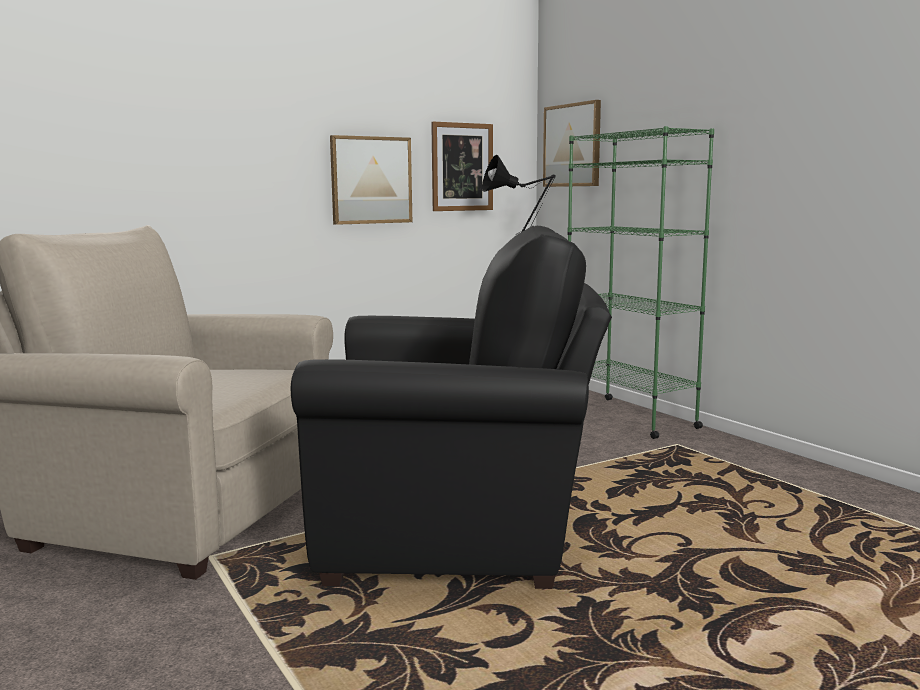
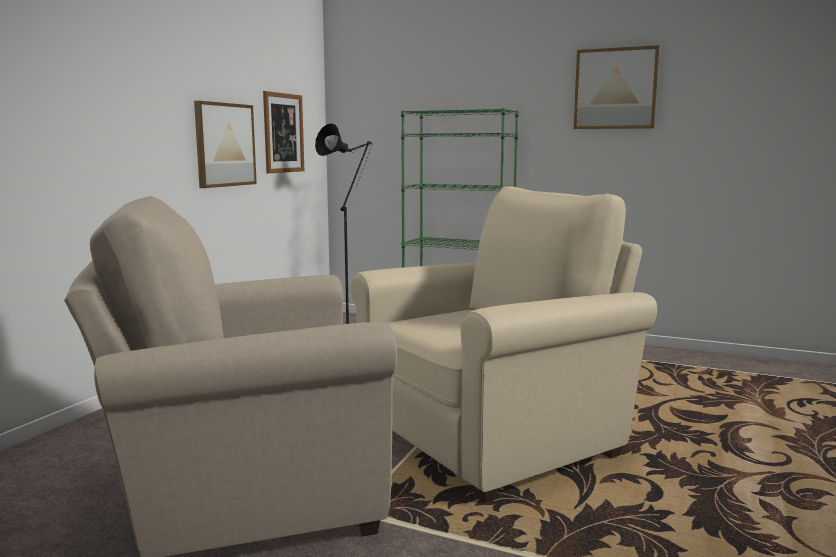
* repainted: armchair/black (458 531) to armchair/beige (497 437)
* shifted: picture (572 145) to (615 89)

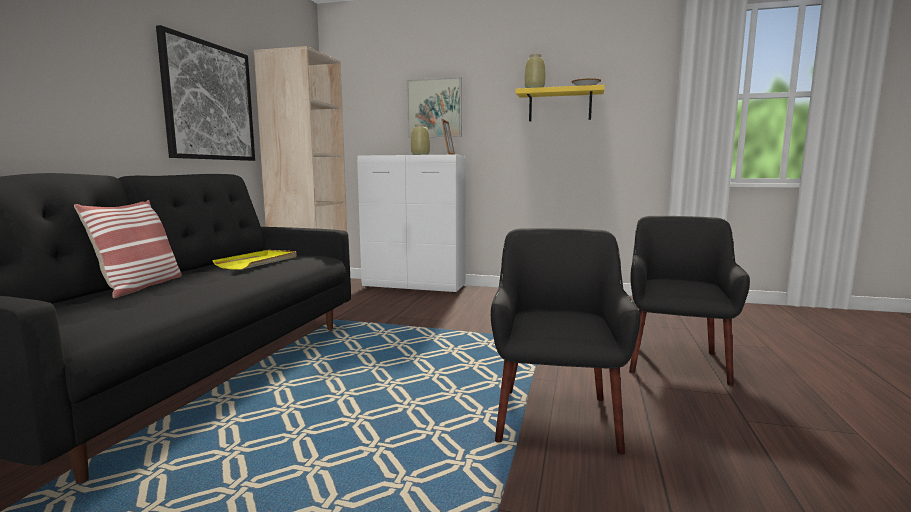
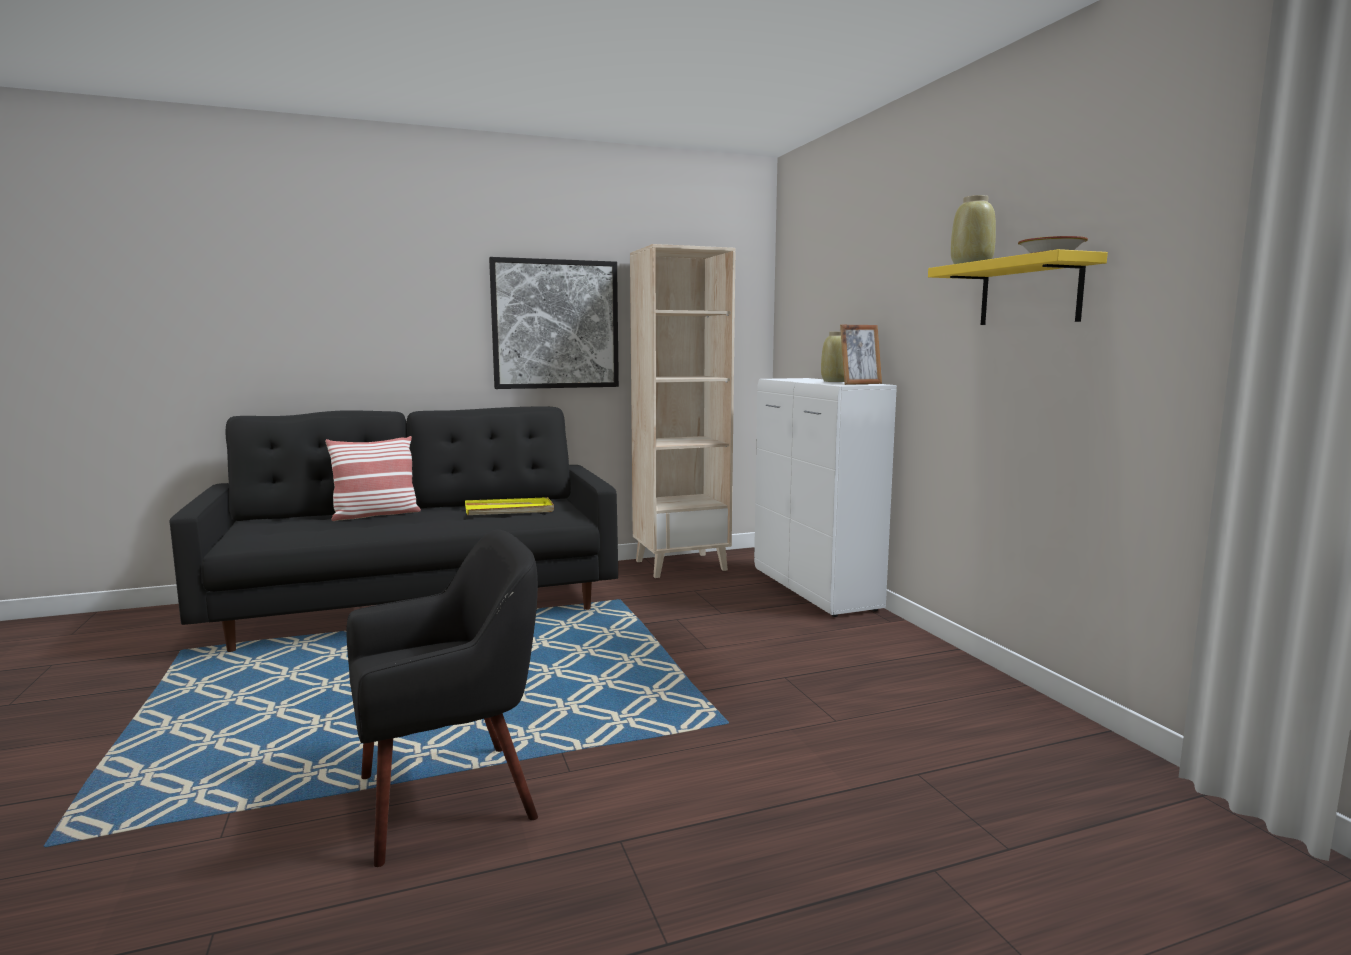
* gone: picture (434 108)
* gone: armchair/black (675 362)

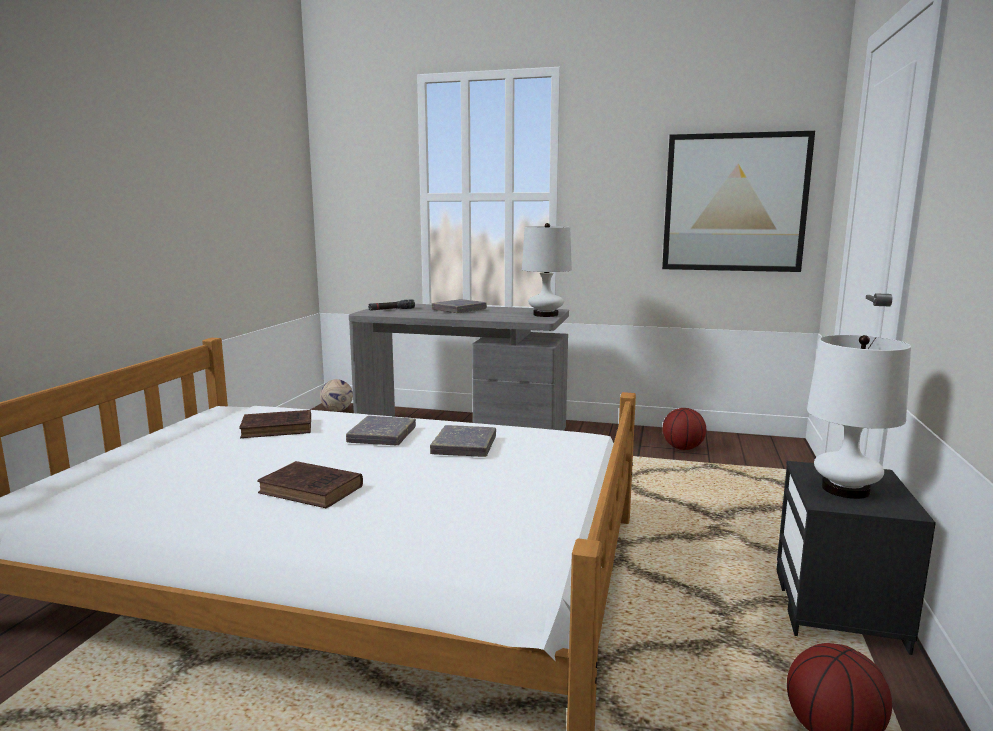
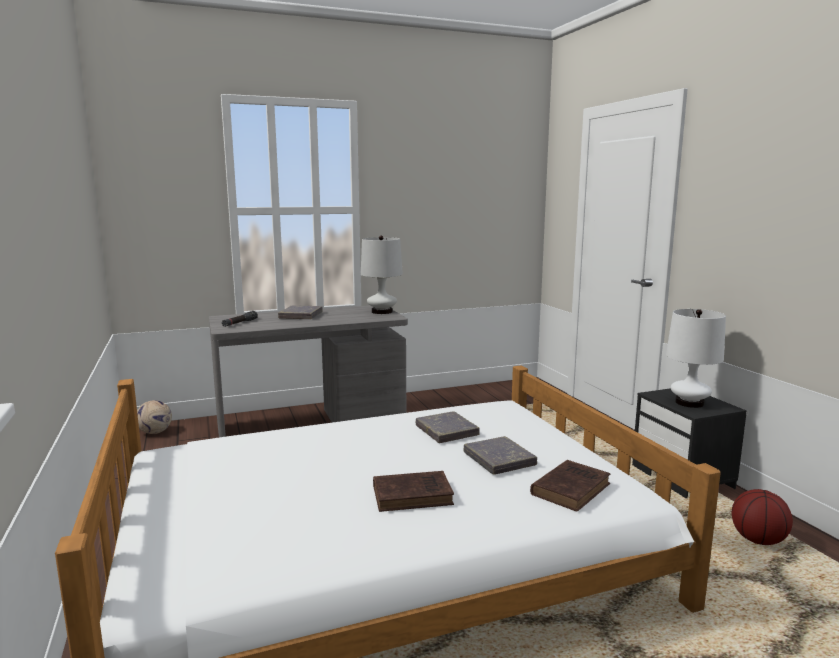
* shifted: book/brown (279 428) to (571 488)
* shifted: book/grey (382 435) to (499 459)
* gone: picture (734 203)
* gone: basketball (683 448)

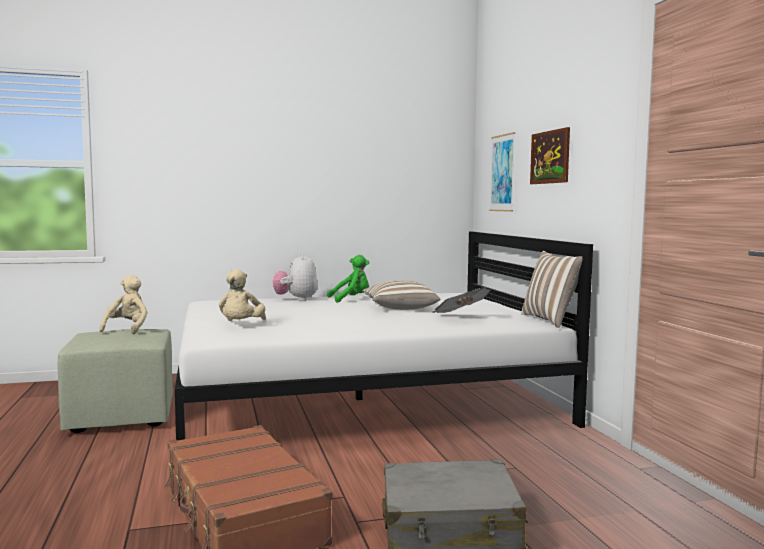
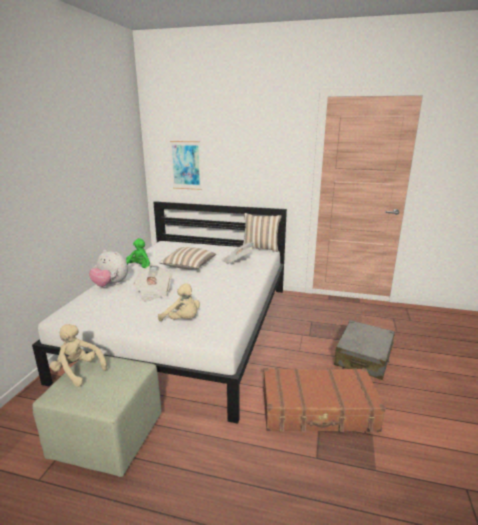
* gone: picture (550 157)
* new: newspaper (153 292)

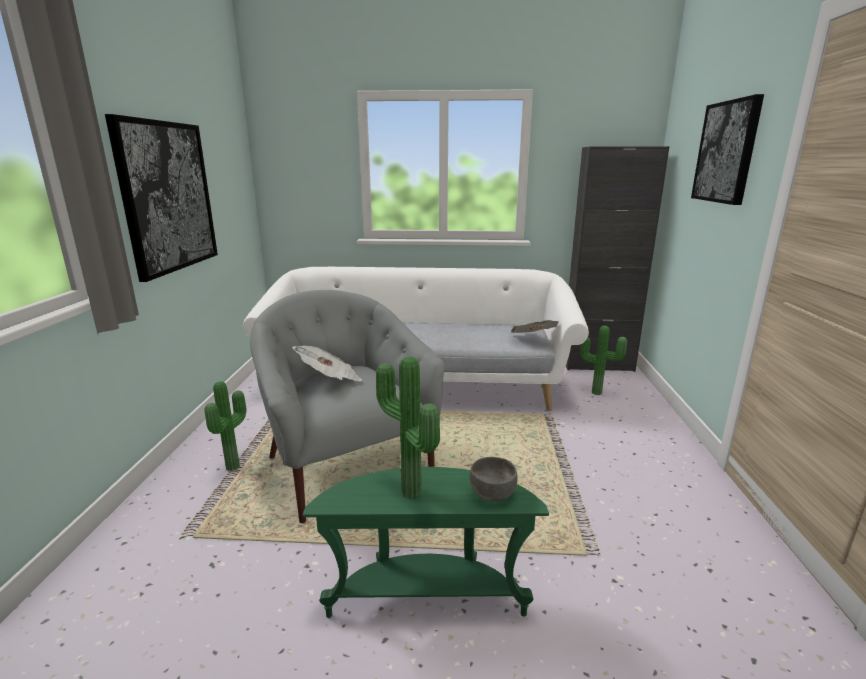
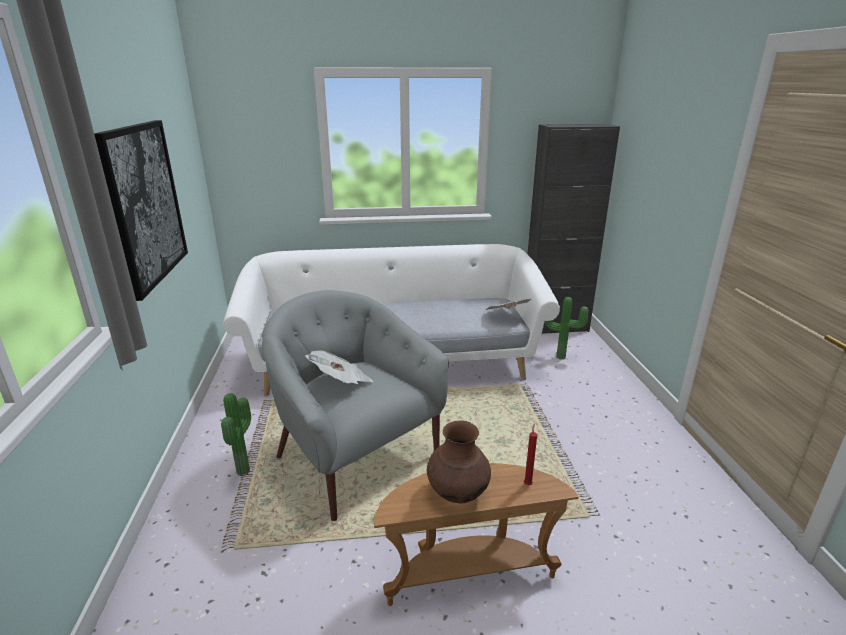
* repainted: side table/green (426 595) to side table/brown (468 572)
* swapped: potted plant (408 493) to vase/brown (457 493)
* swapped: bowl/grey (493 493) to candle/red (528 484)
* gone: picture (726 152)

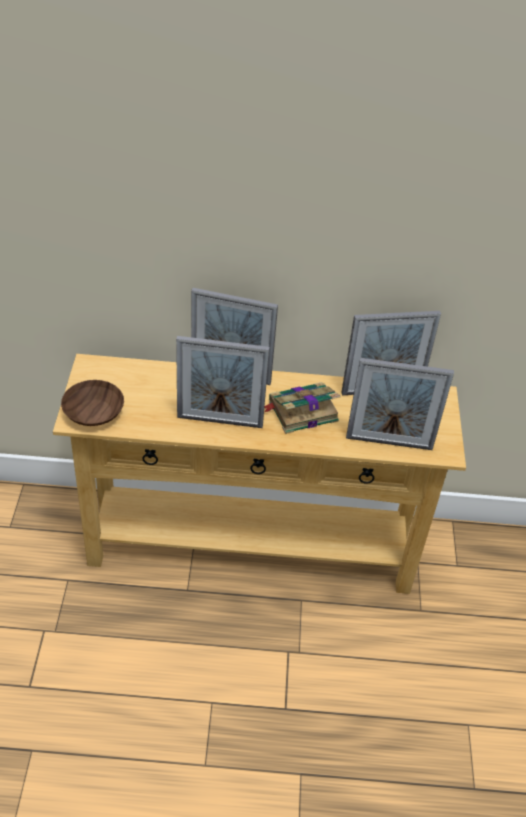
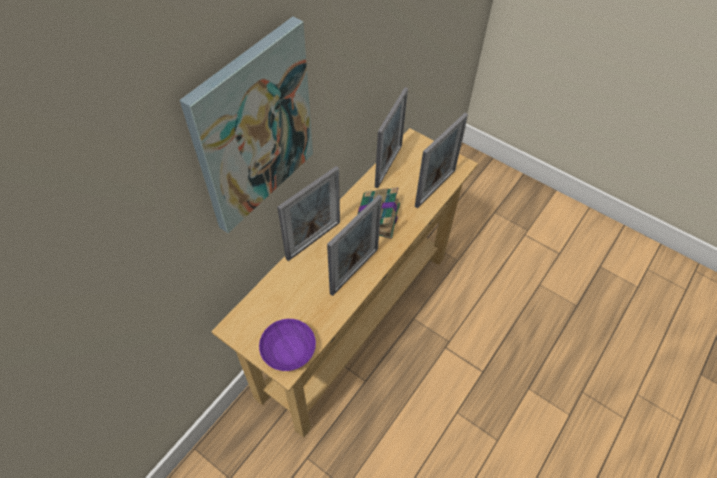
* repainted: bowl/brown (93 413) to bowl/purple (289 351)
* new: picture (253 129)

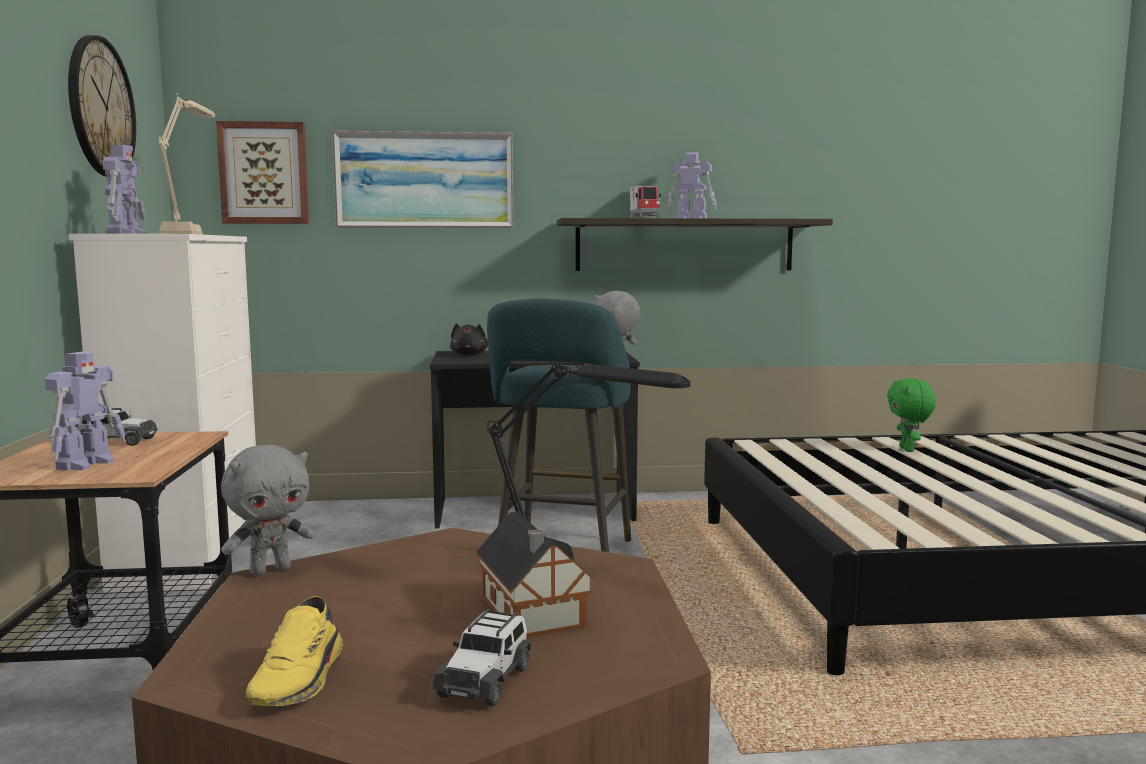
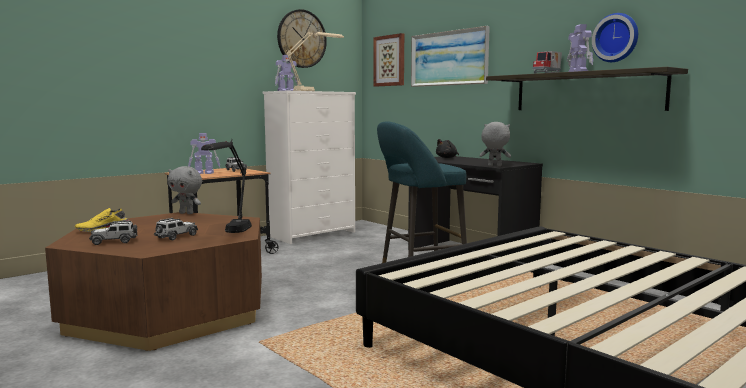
* swapped: toy house (532 613) to toy car (176 237)
* gone: plush toy/green (908 450)
* new: wall clock (616 38)

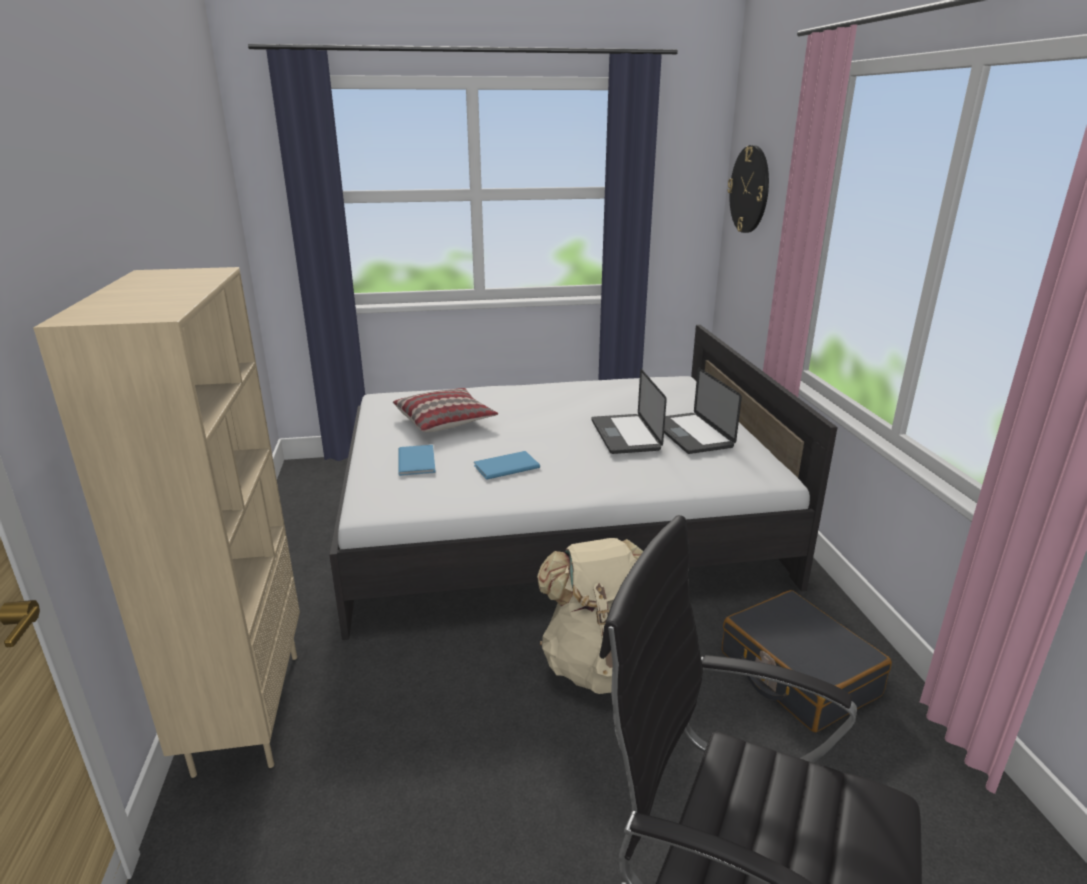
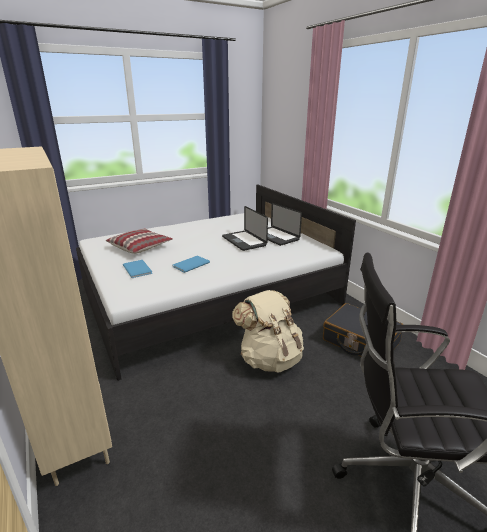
* gone: wall clock (749 189)

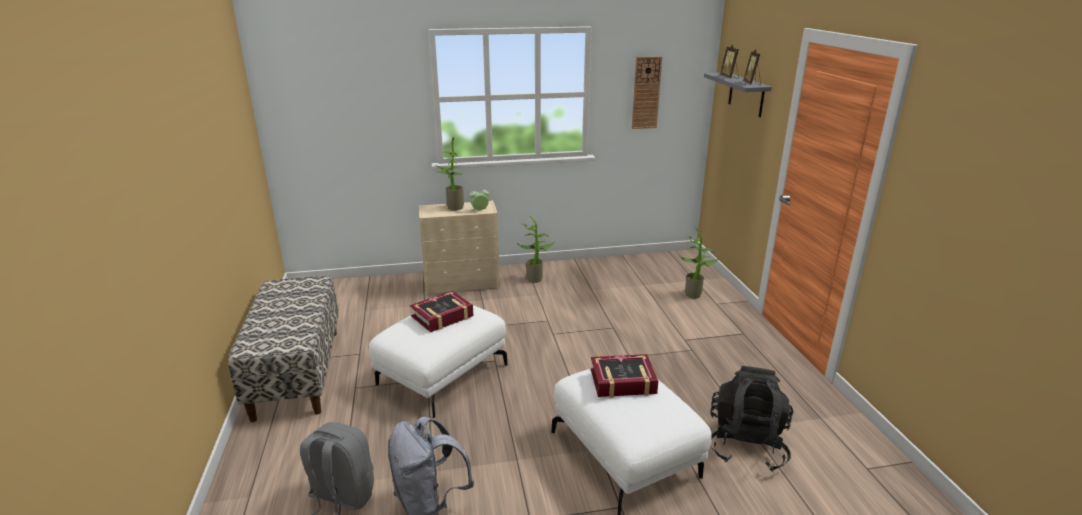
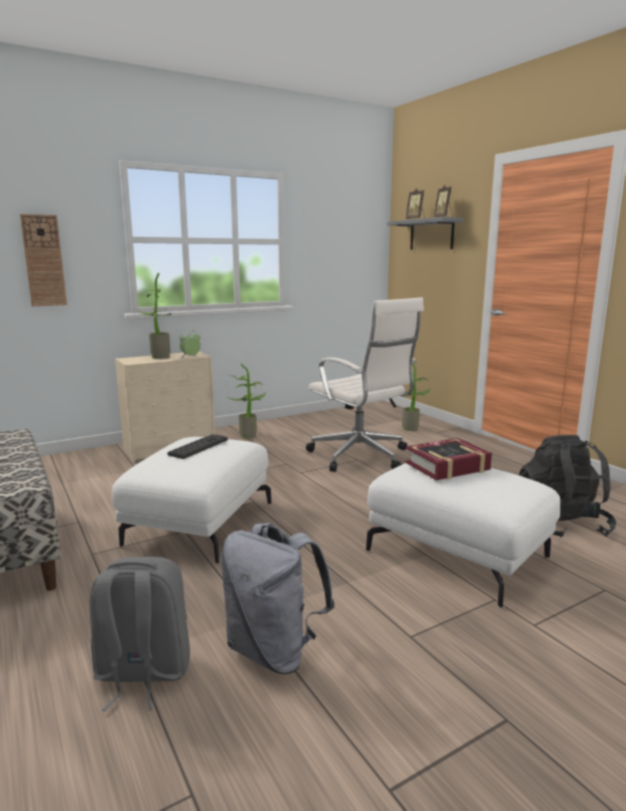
* swapped: book (442 316) to keyboard (198 447)
* shifted: wall clock (646 93) to (44 261)
* new: office chair/white (361 457)

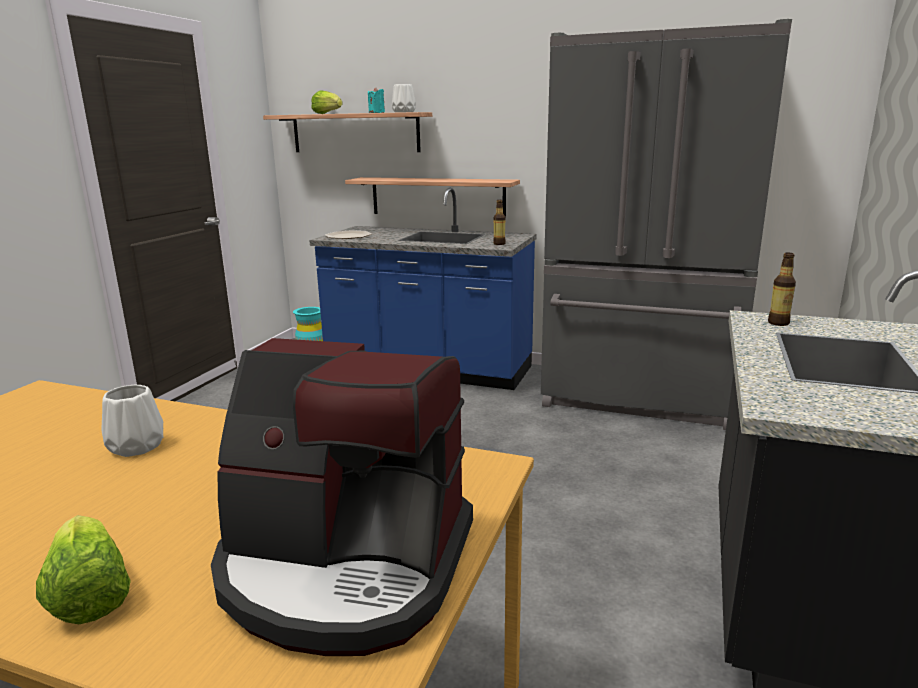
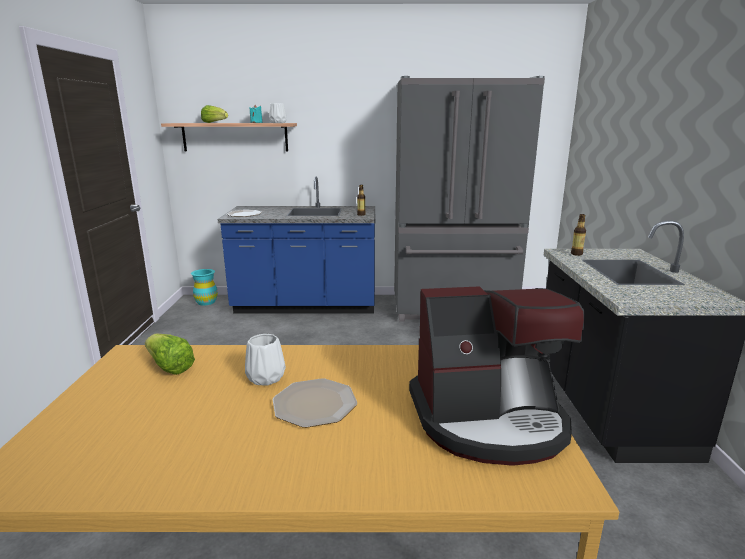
* shifted: lettuce (89 595) to (169 367)
* gone: shelf (437 197)
* new: plate (313 404)

